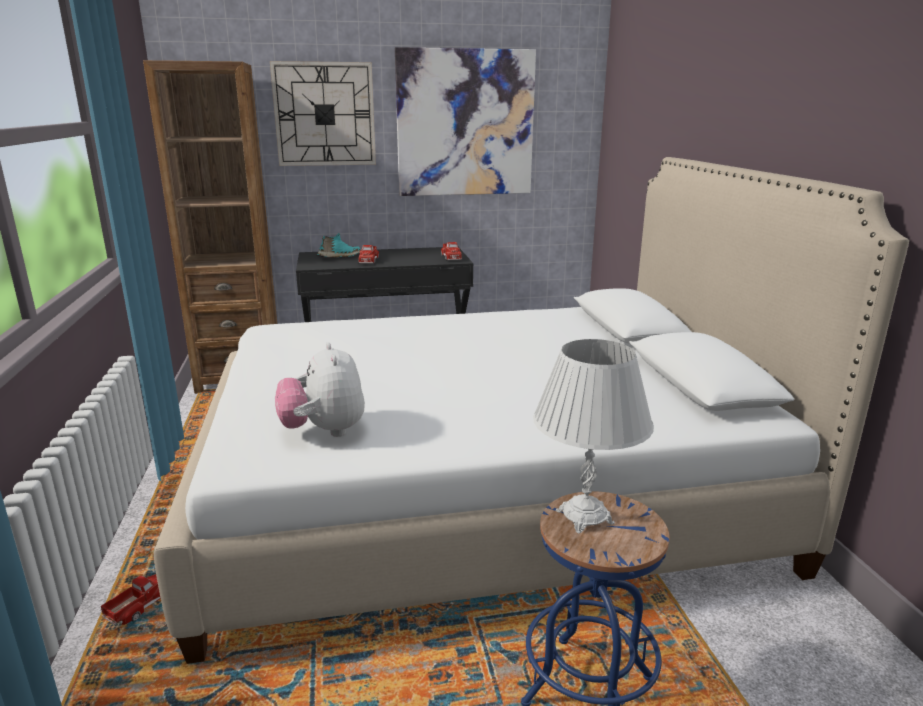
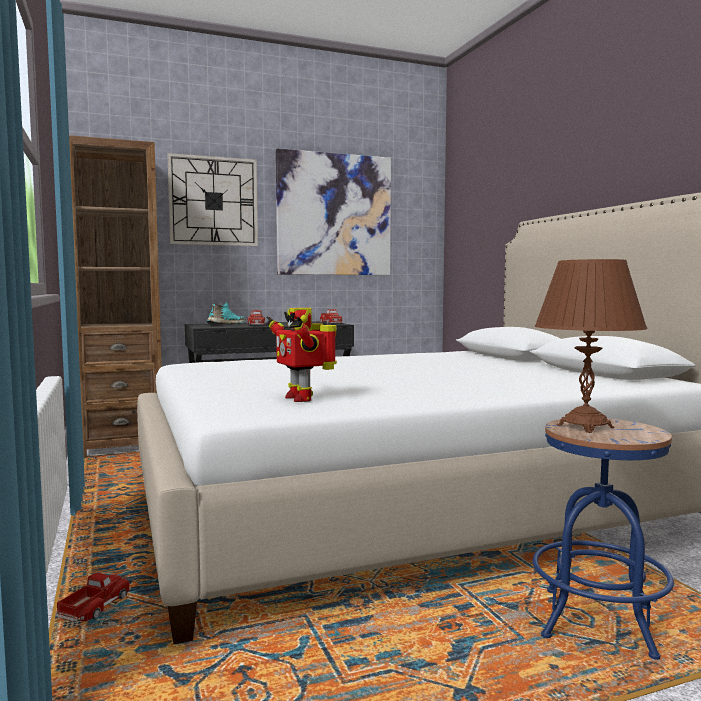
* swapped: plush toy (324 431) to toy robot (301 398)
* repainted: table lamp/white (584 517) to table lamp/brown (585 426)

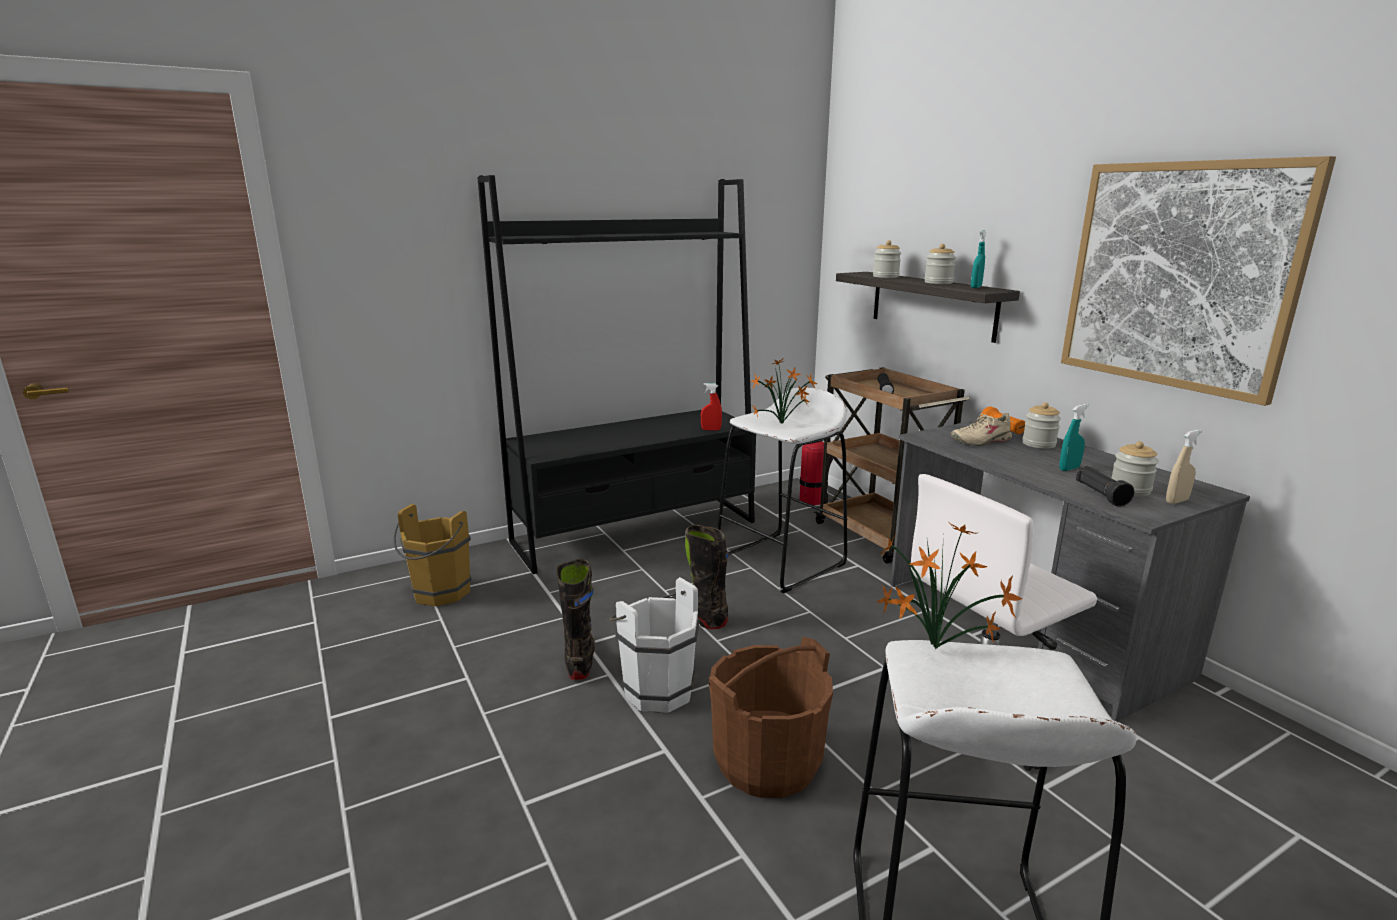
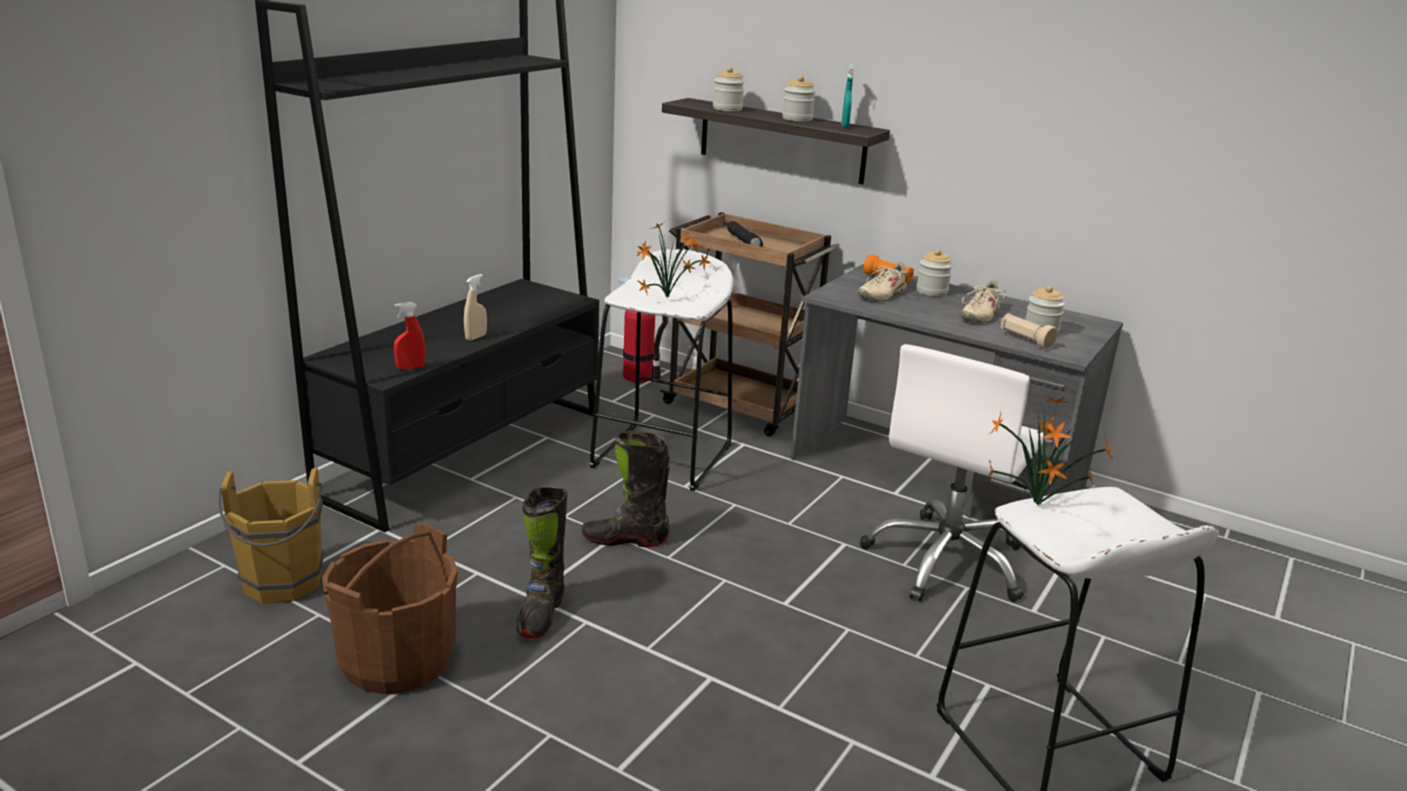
* rotated: boot/black (580 659) = (540 615) 135 degrees counterclockwise
* gone: bucket/white (655 688)
* shifted: spray bottle/red (711 429) to (410 368)
* shifted: bucket/brown (767 761) to (396 660)
* swapped: spray bottle/turquoise (1069 469) to shoe/beige (979 315)
* gone: picture (1179 276)
* repainted: flashlight/black (1100 495) to flashlight/beige (1025 340)
* shifted: spray bottle/beige (1176 501) to (476 337)

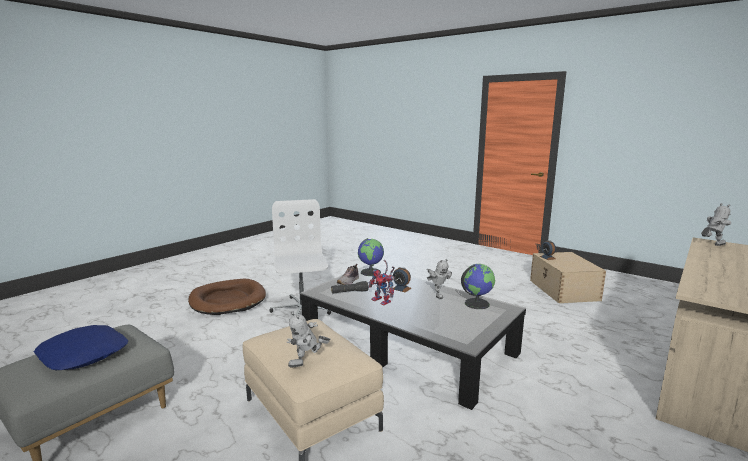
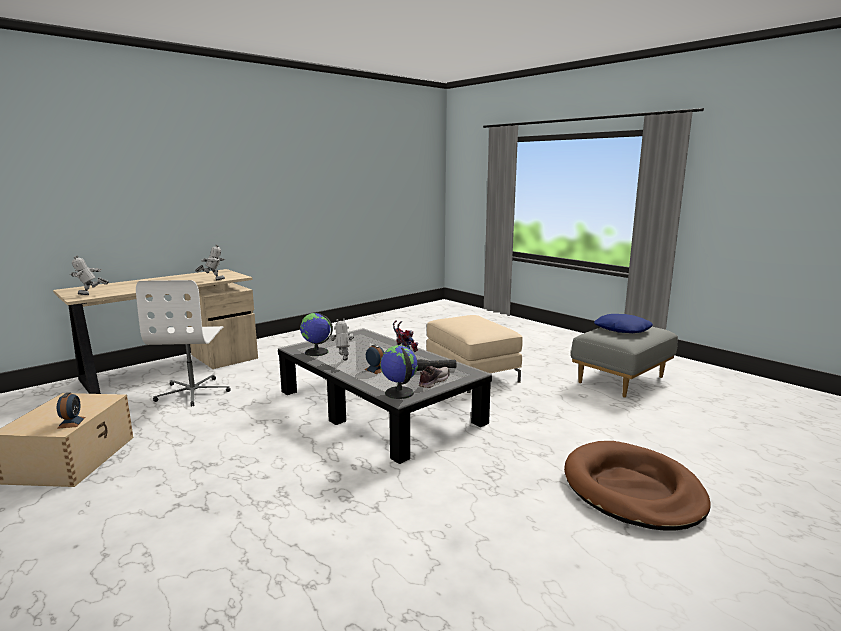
* shifted: office chair/white (301 309) to (193 392)
* shifted: toy robot (308 364) to (213 280)

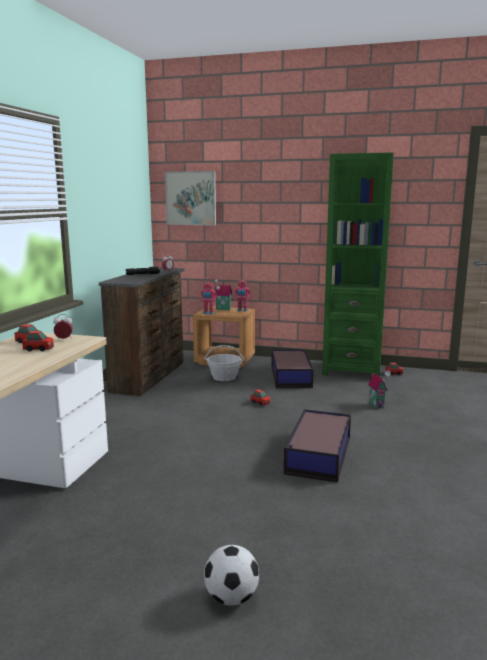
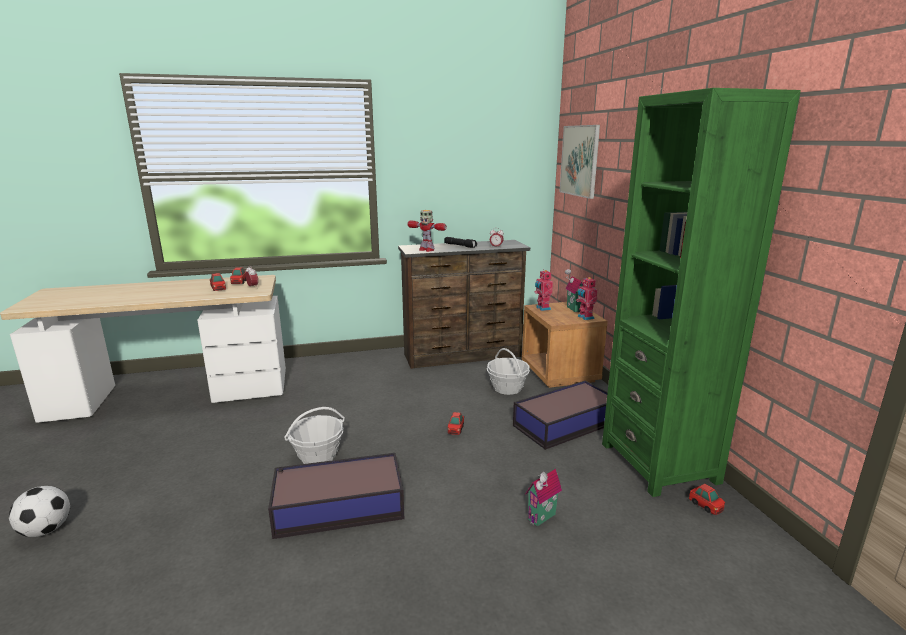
* new: basket (318 455)
* new: toy robot (426 250)

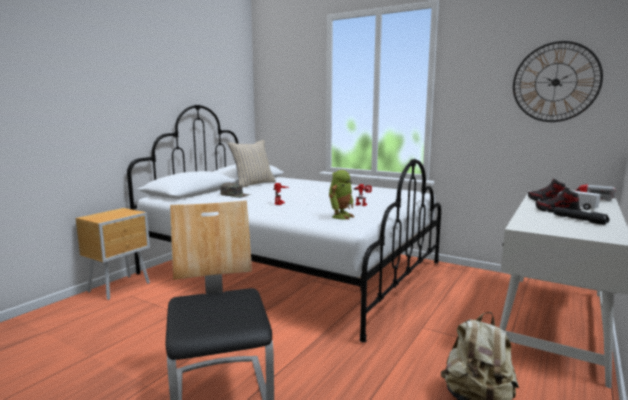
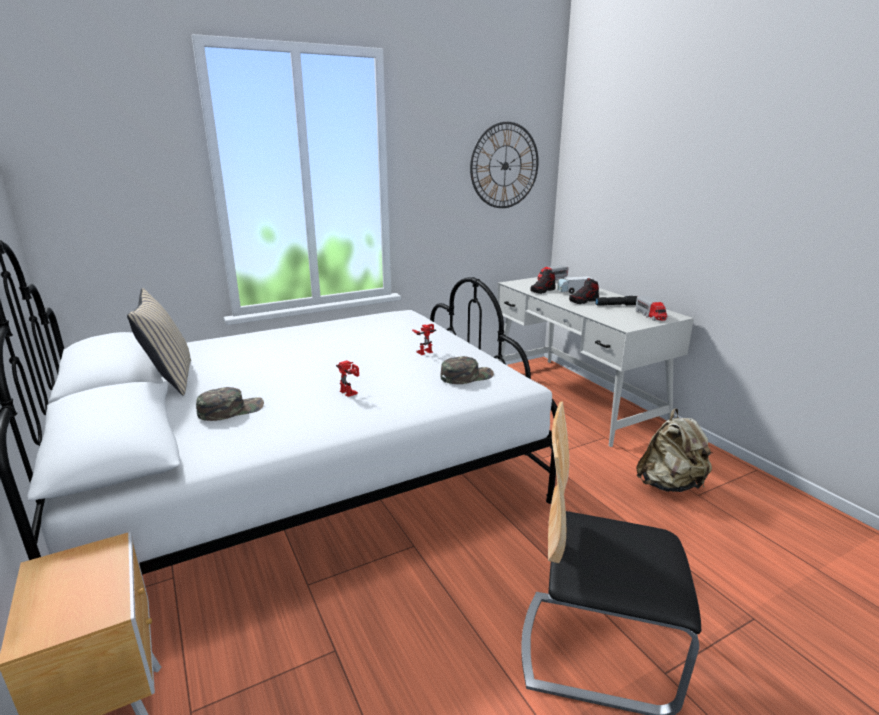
* swapped: toy robot (340 216) to cap/green (466 376)
* new: toy truck (651 316)

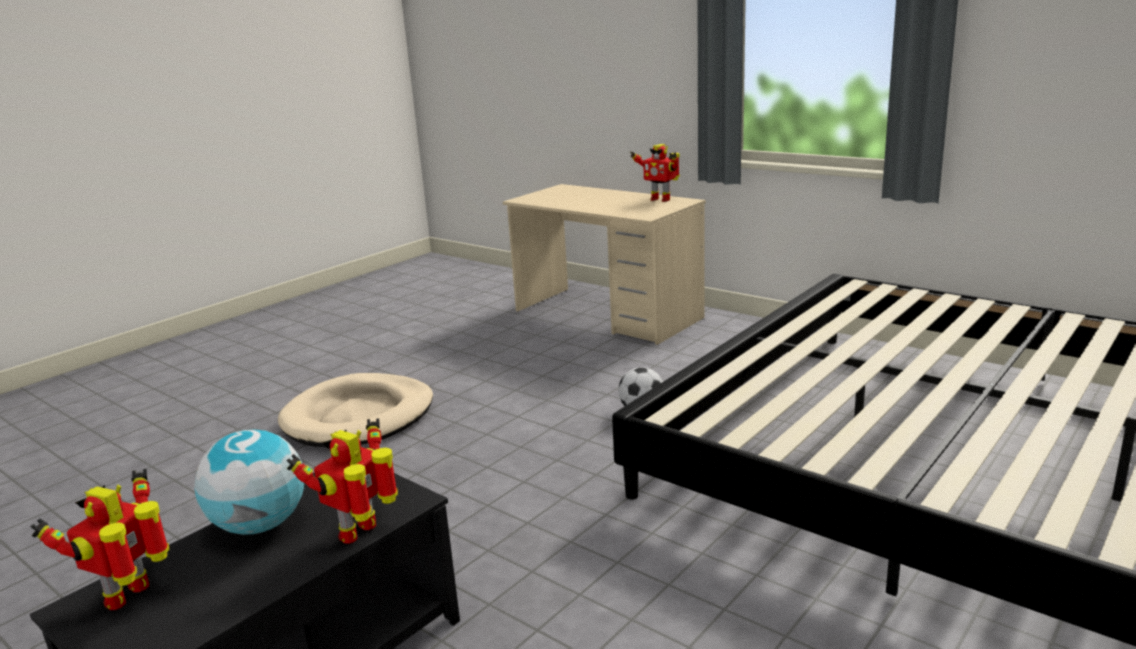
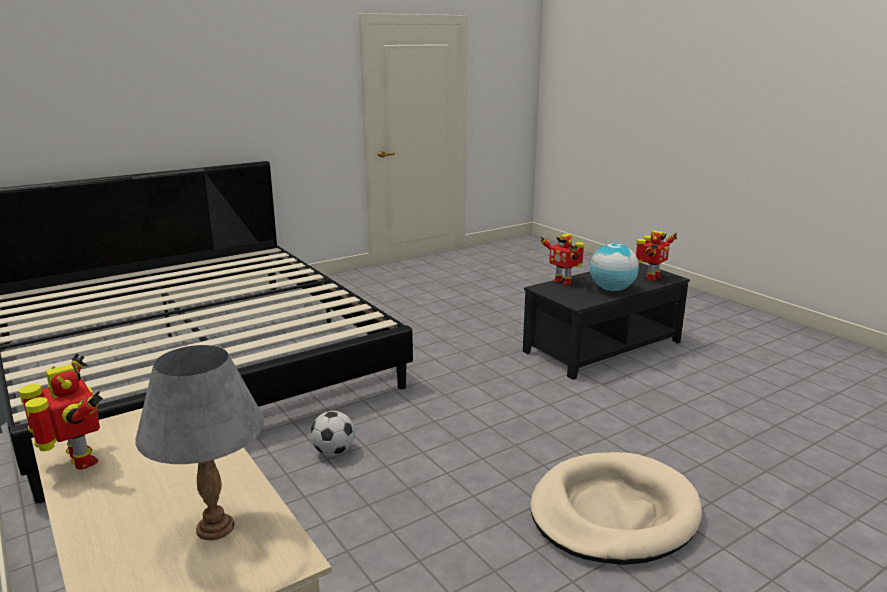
* rotated: toy robot (361 532) = (562 281) 90 degrees clockwise
* new: table lamp/grey (216 527)

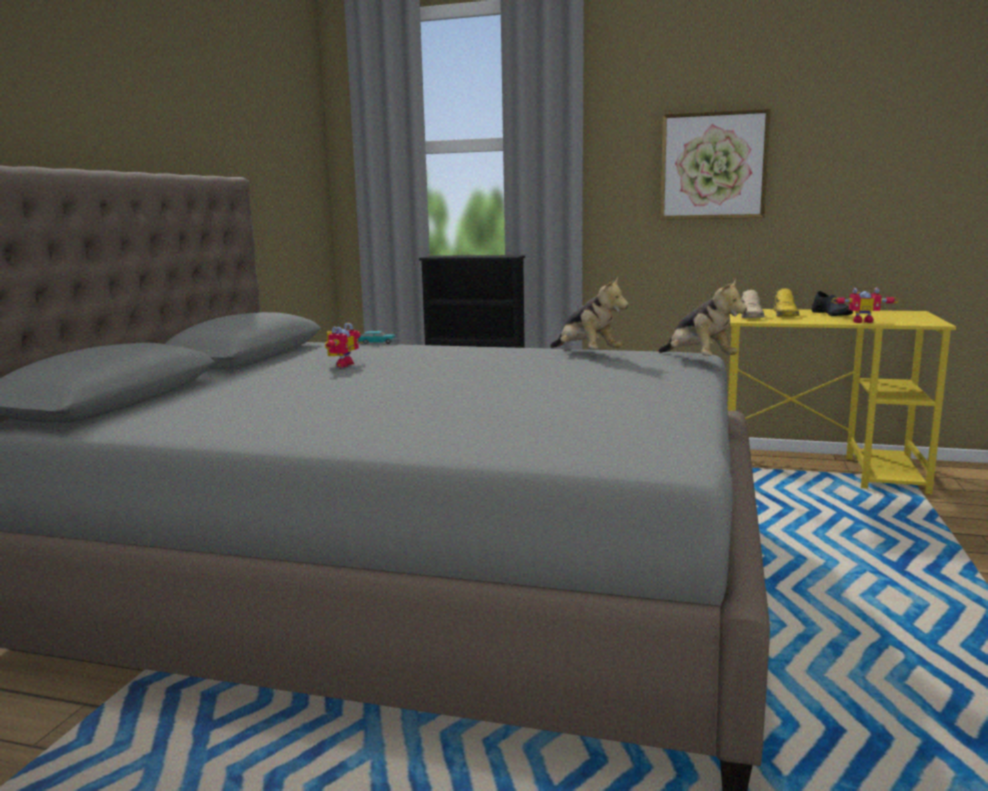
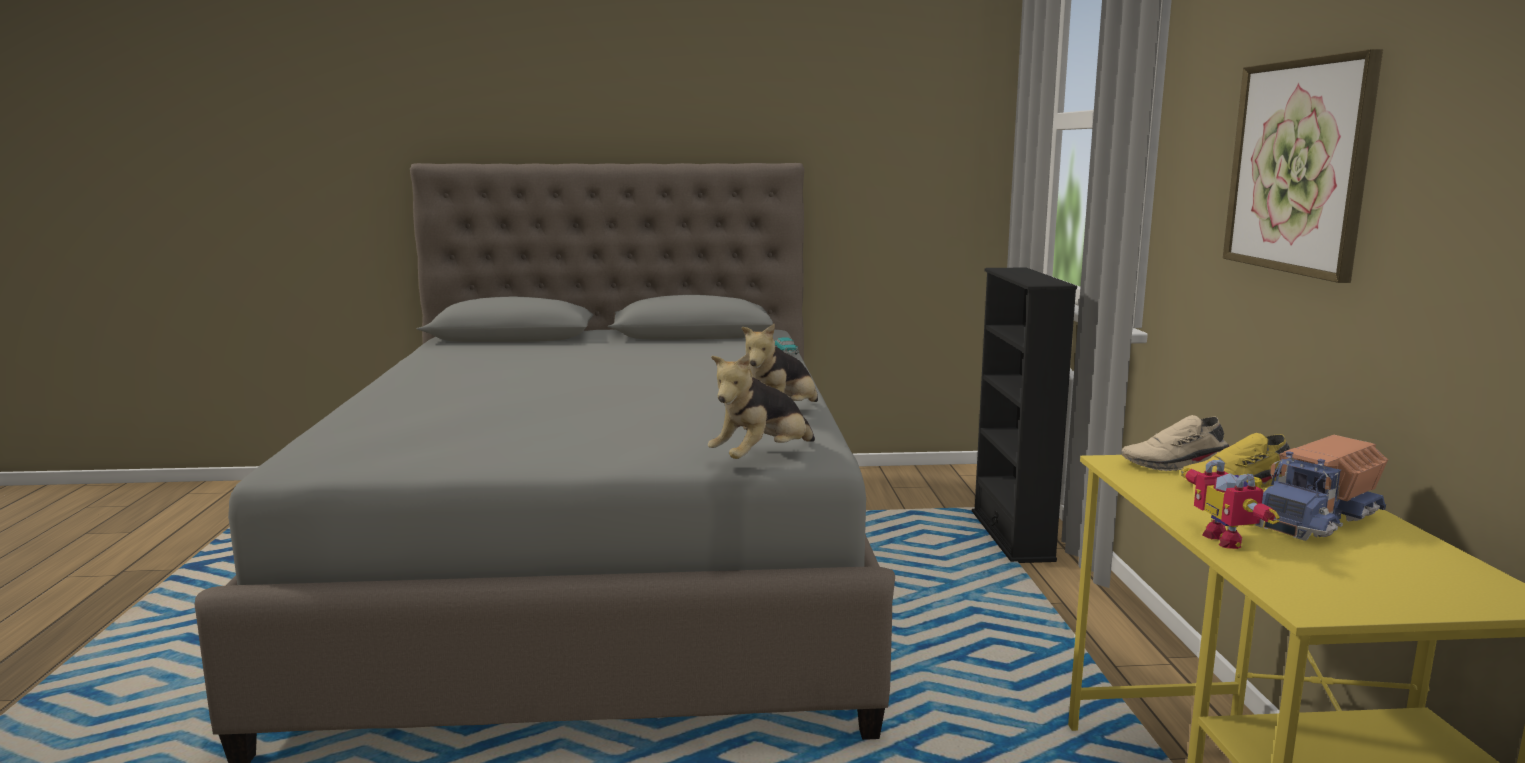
* gone: toy robot (341 365)
* swapped: shoe/black (832 314) to toy truck (1315 519)

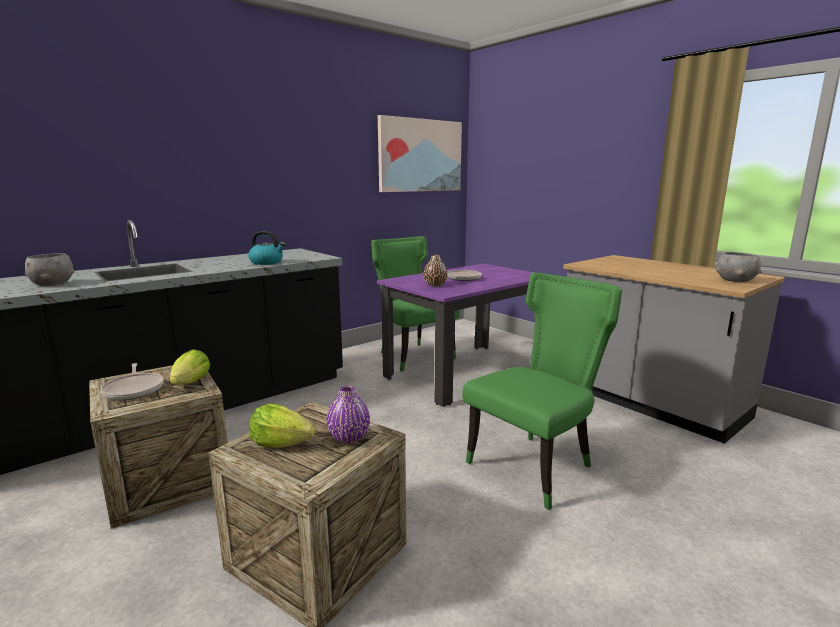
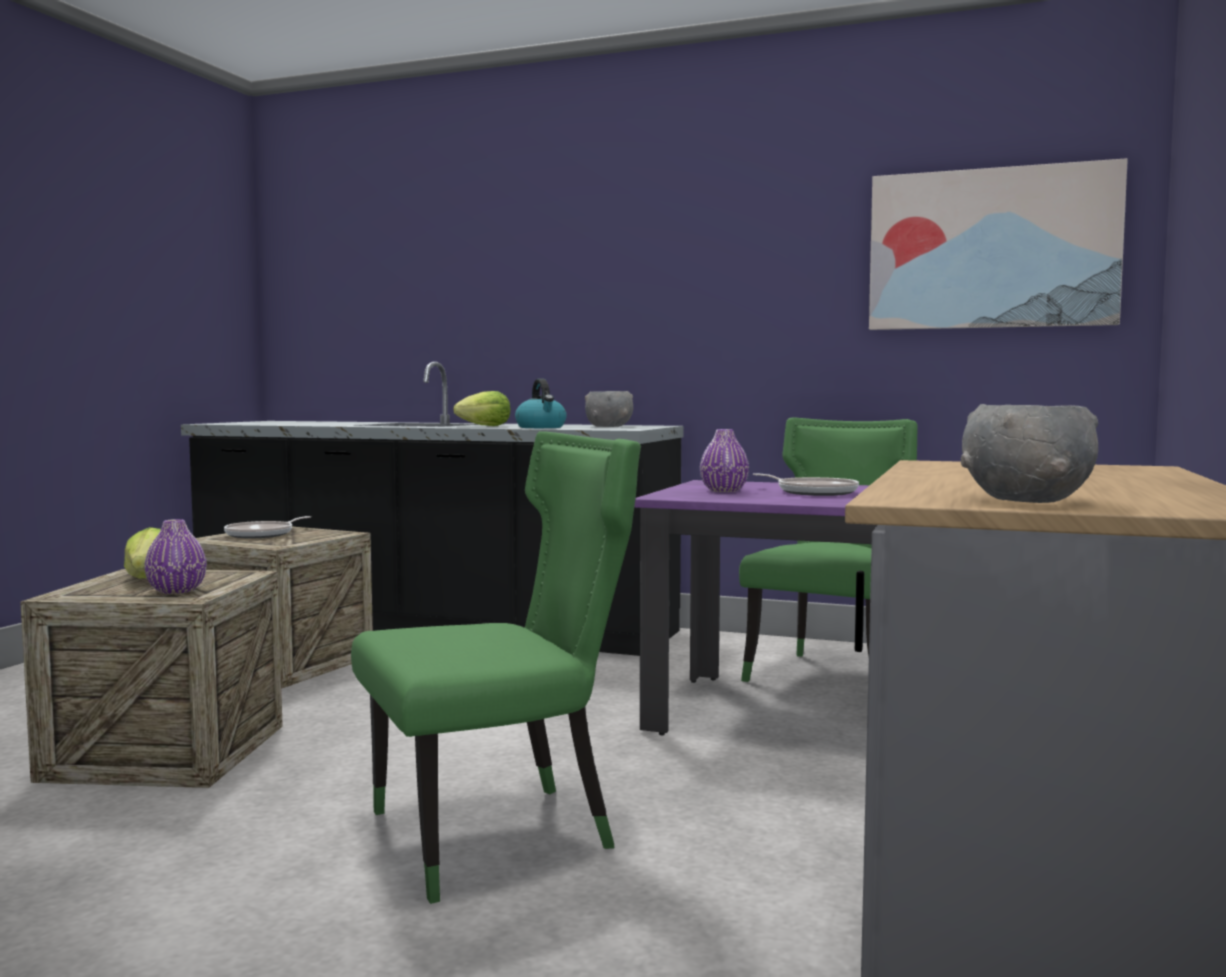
* shifted: bowl/grey (53 284) to (609 427)
* shifted: lettuce (191 383) to (485 426)
* repainted: vase/brown (435 284) to vase/purple (724 490)
* rotated: chair/green (536 465) = (502 833) 45 degrees counterclockwise

